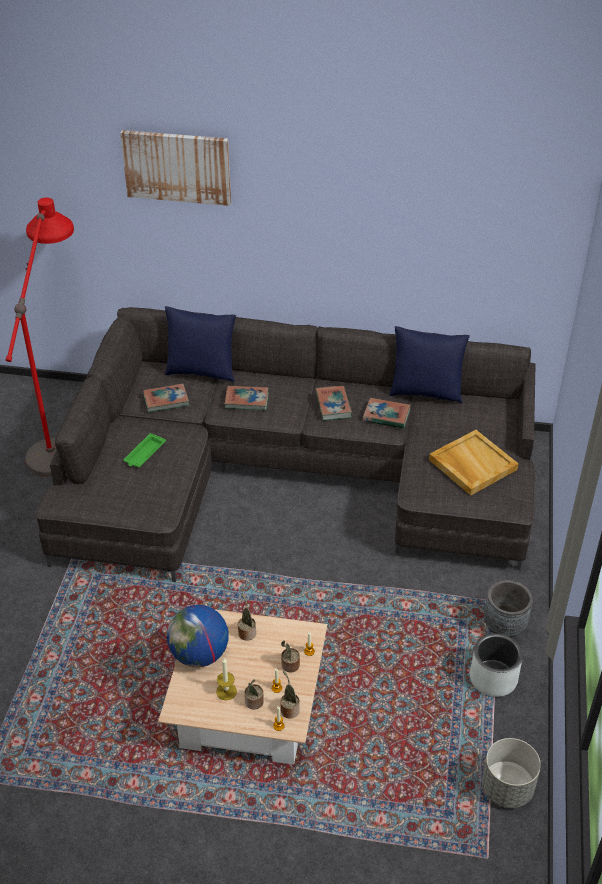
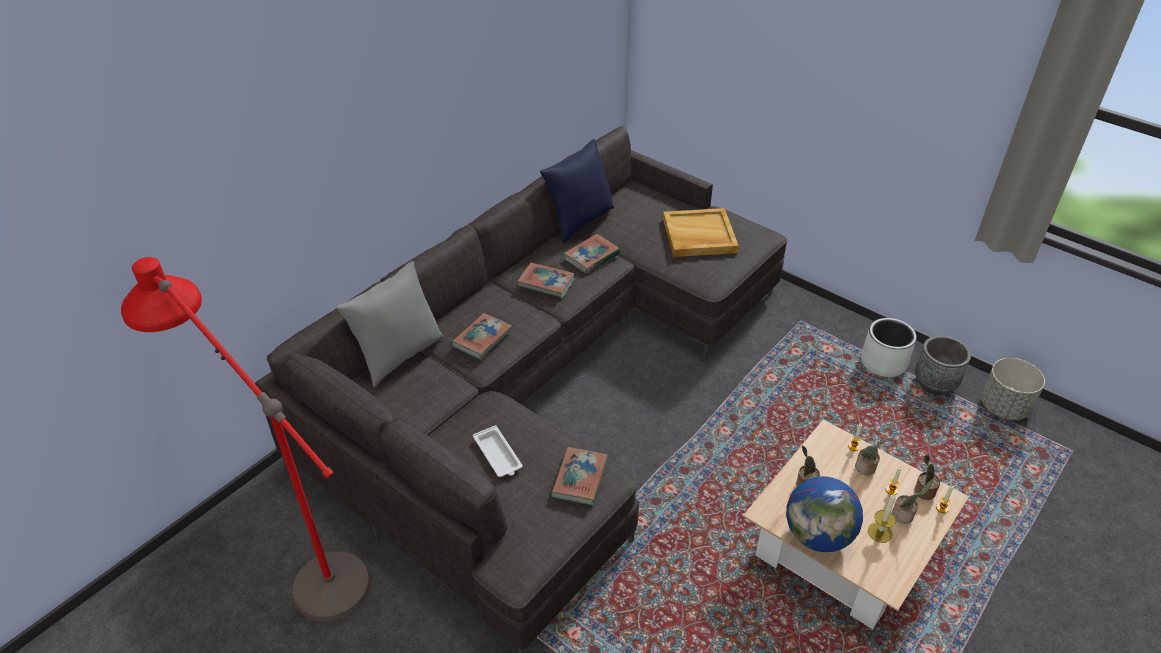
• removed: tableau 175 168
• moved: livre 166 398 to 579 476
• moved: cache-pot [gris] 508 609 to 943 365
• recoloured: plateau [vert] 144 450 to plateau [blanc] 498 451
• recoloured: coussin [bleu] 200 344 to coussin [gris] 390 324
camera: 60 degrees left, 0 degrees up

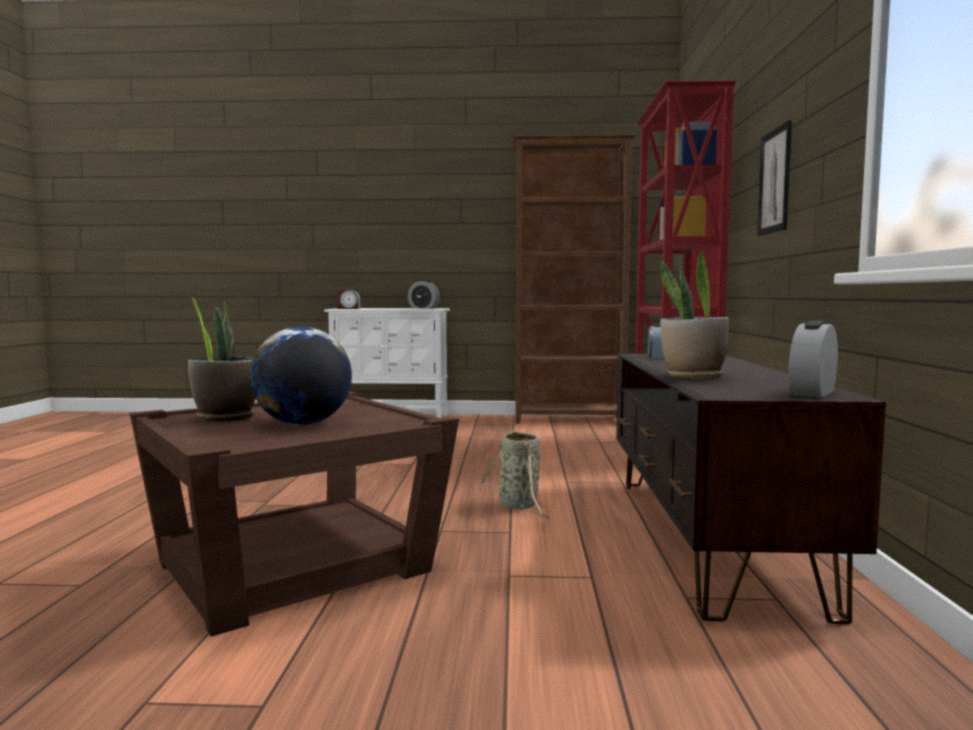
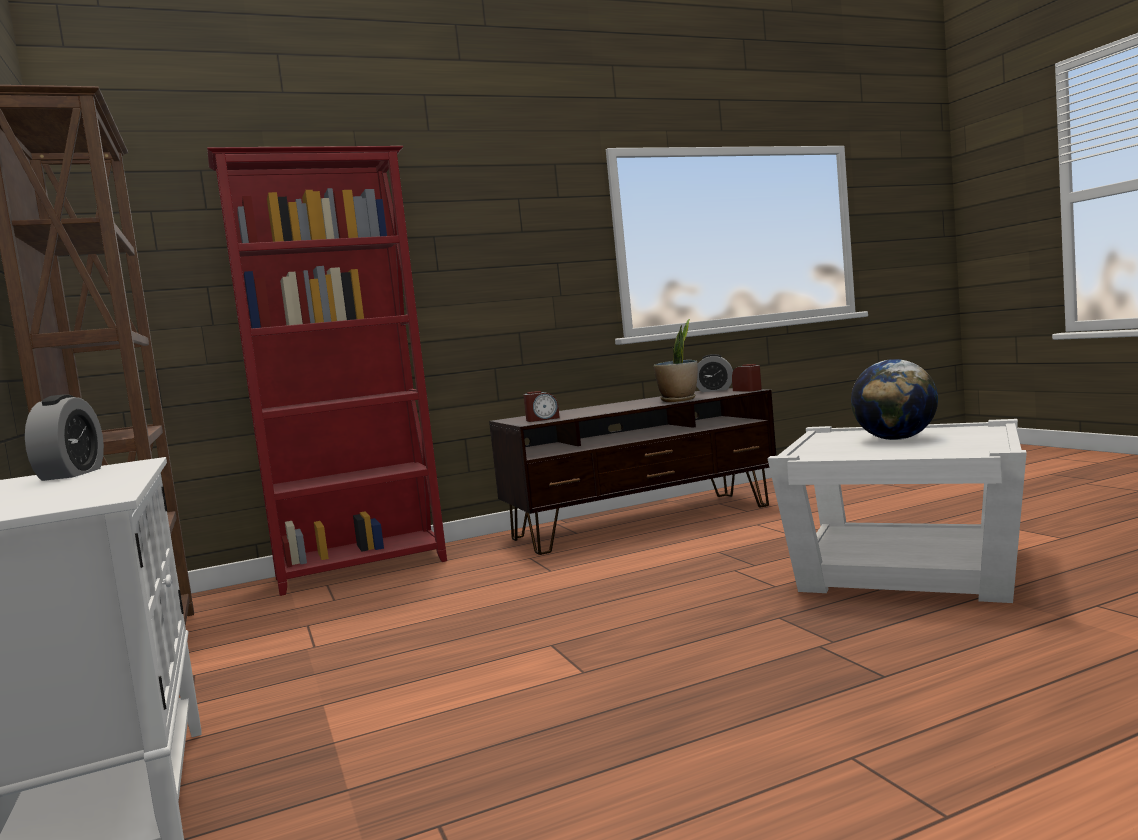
• removed: plante en pot 222 358
• removed: panier 514 474
• removed: tableau 774 178
• moved: réveil 348 299 to 747 378
• recoloured: table d'appoint [marron] 294 514 to table d'appoint [blanc] 897 511
camera: 115 degrees left, 0 degrees up

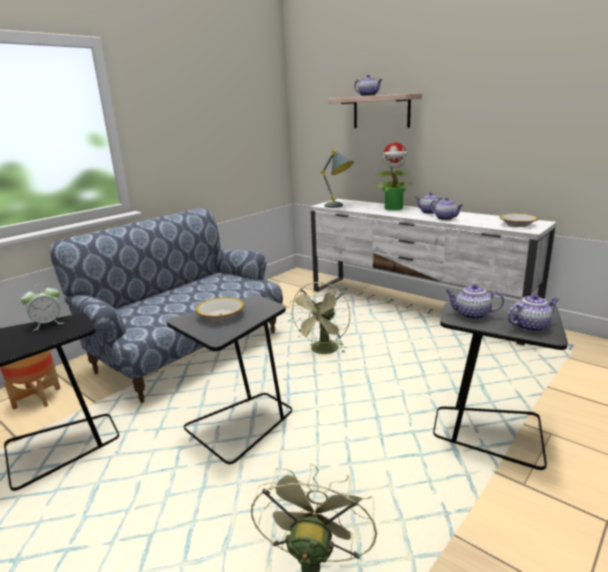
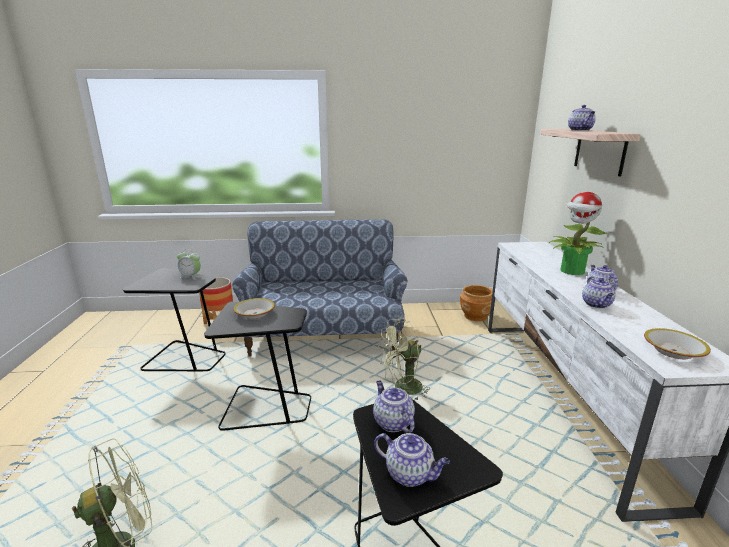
• removed: lampe de table [gris] 337 179
• added: cache-pot [marron] 476 303
camera: 45 degrees right, 0 degrees up

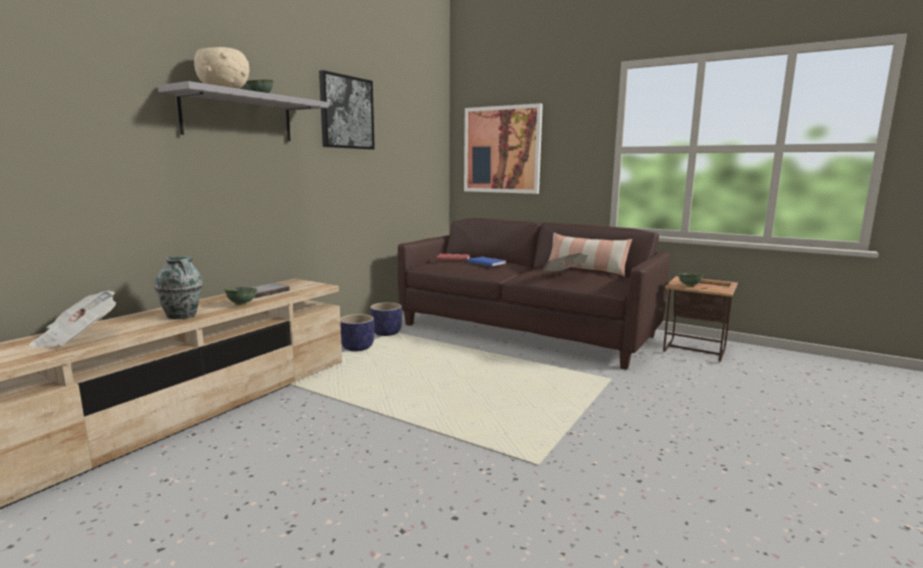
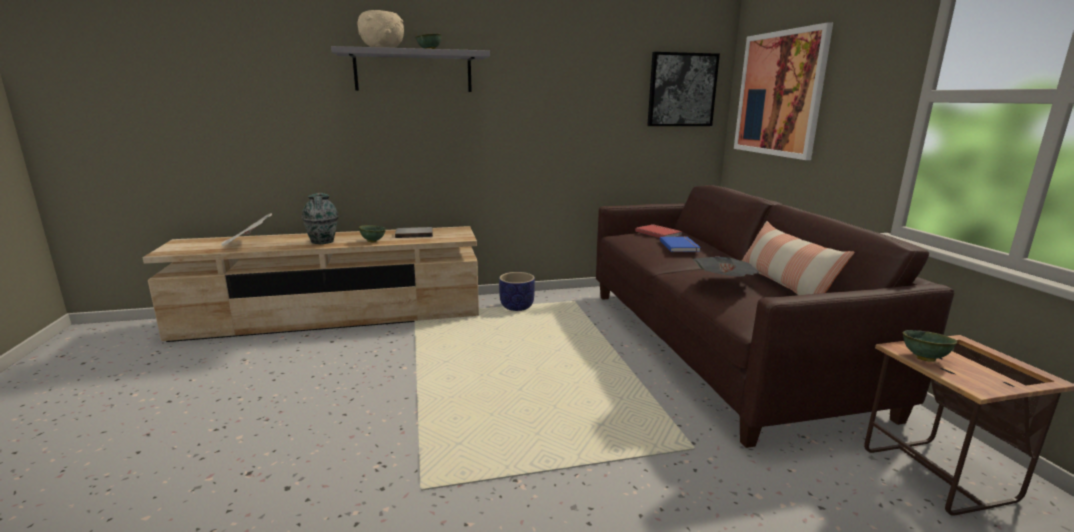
• removed: cache-pot 386 319
• moved: tableau 347 110 to 683 89
camera: 45 degrees right, 5 degrees up

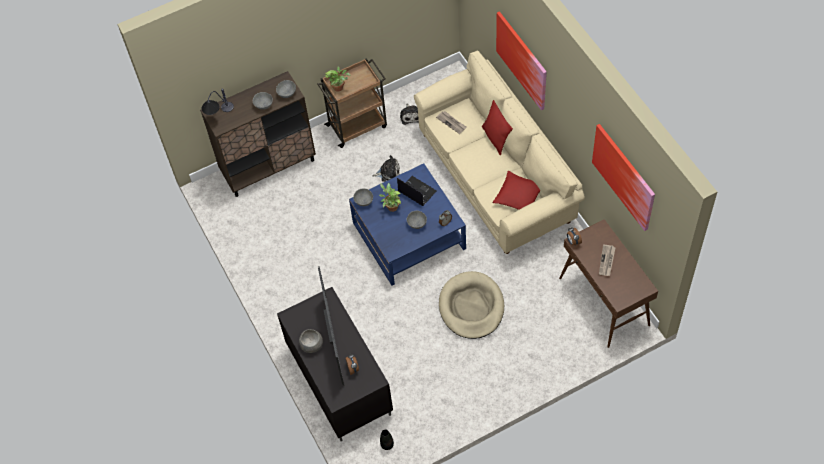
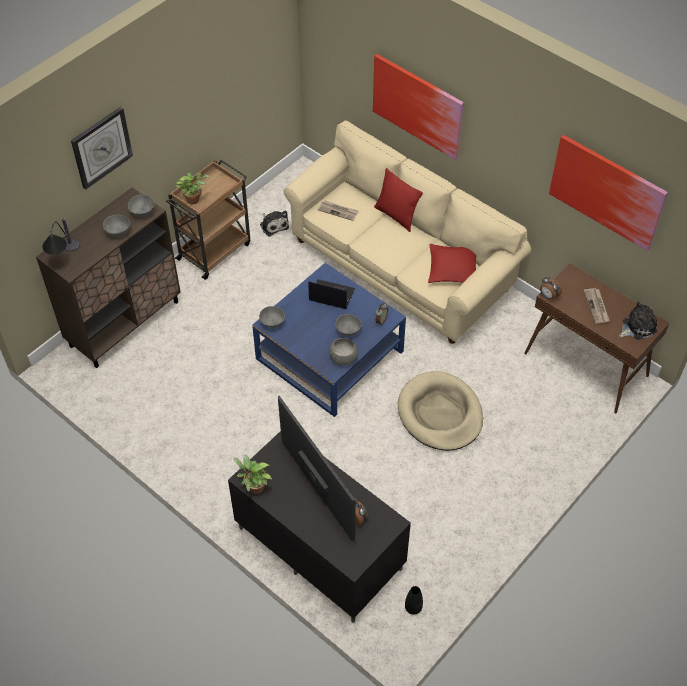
• added: horloge murale 102 148
• moved: bol [gris] 311 341 to 343 351
• moved: peluche 386 168 to 638 320
• moved: plante en pot 390 197 to 253 474
camera: 25 degrees left, 5 degrees down

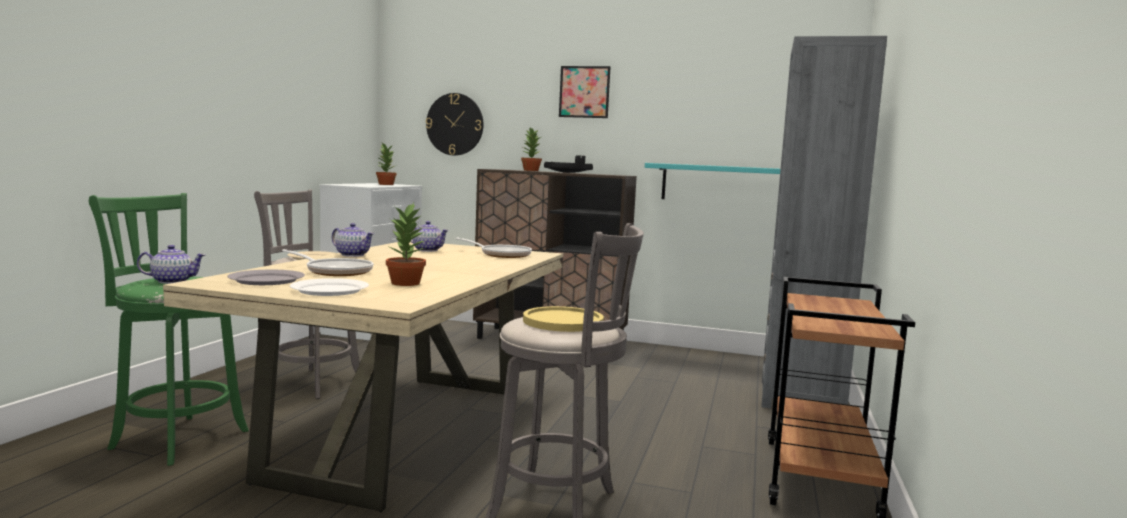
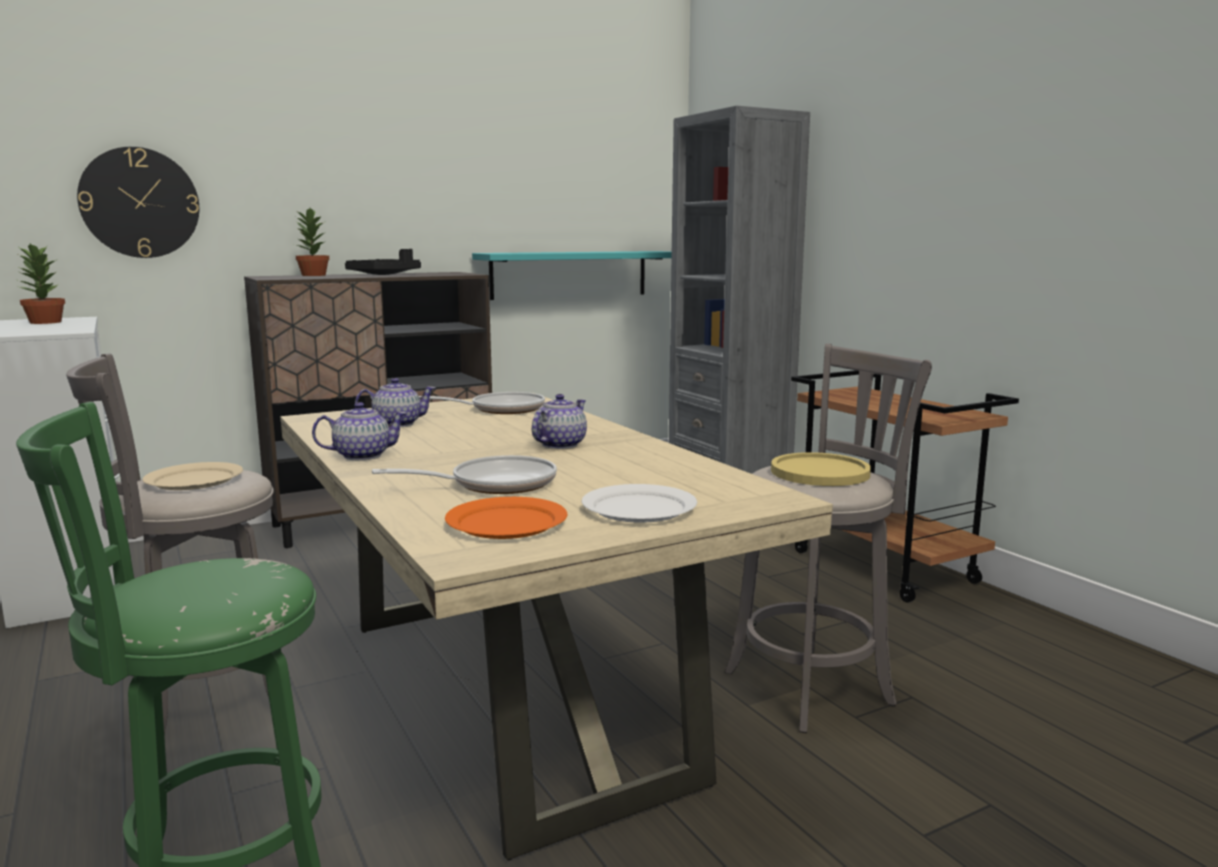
• removed: plante en pot 406 244
• removed: tableau 584 92
• moved: théière 171 264 to 559 421
• recoloured: assiette [gris] 266 277 to assiette [orange] 506 518
camera: 45 degrees left, 5 degrees up

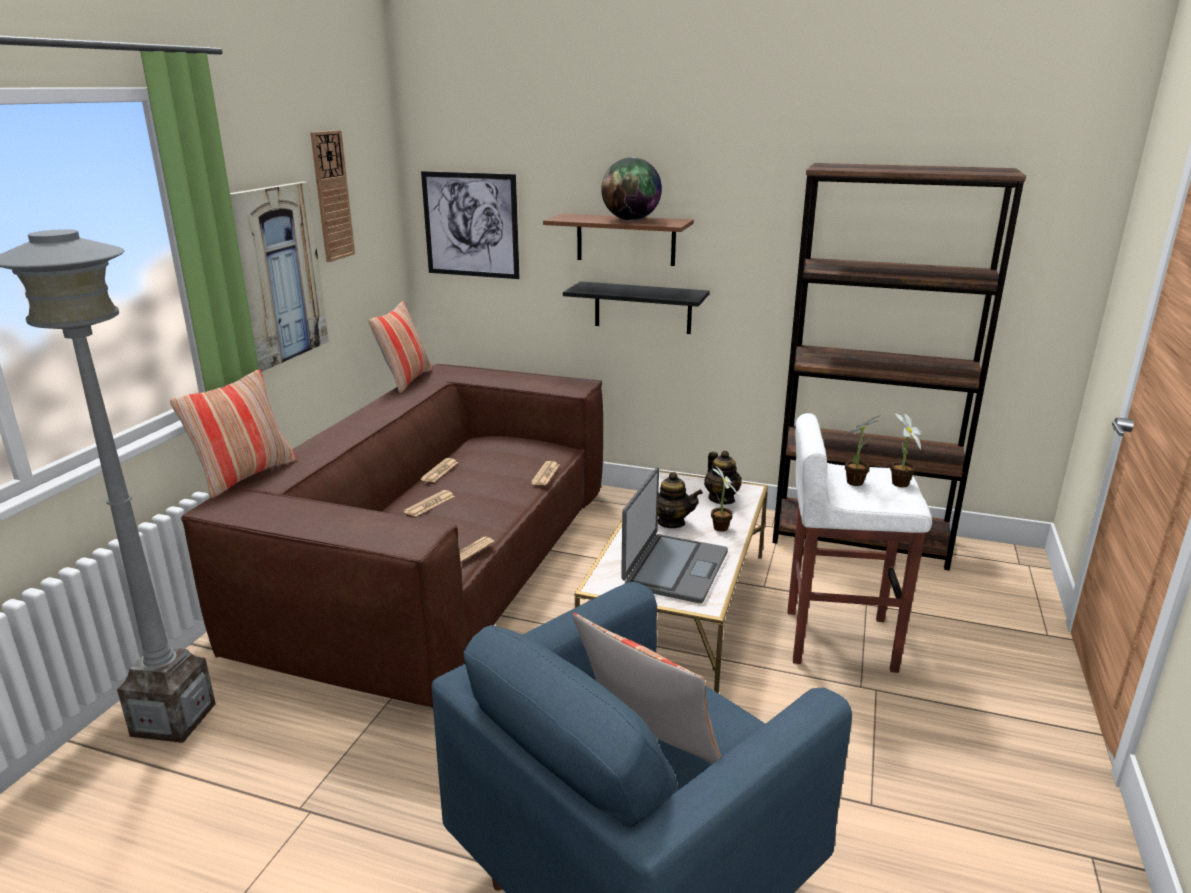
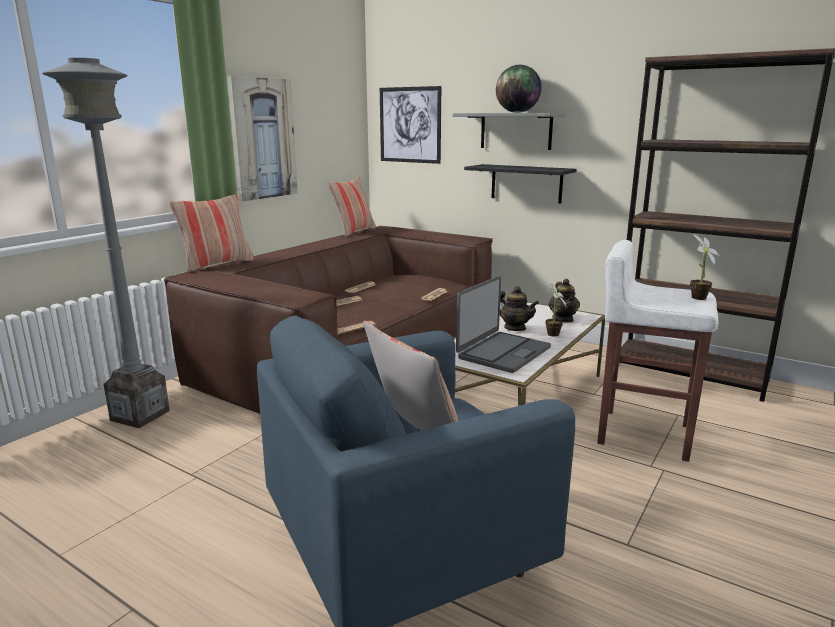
• removed: horloge murale 332 196
• removed: plante en pot 862 450
• recoloured: étagère [marron] 618 239 to étagère [gris] 509 131
camera: 15 degrees right, 5 degrees down

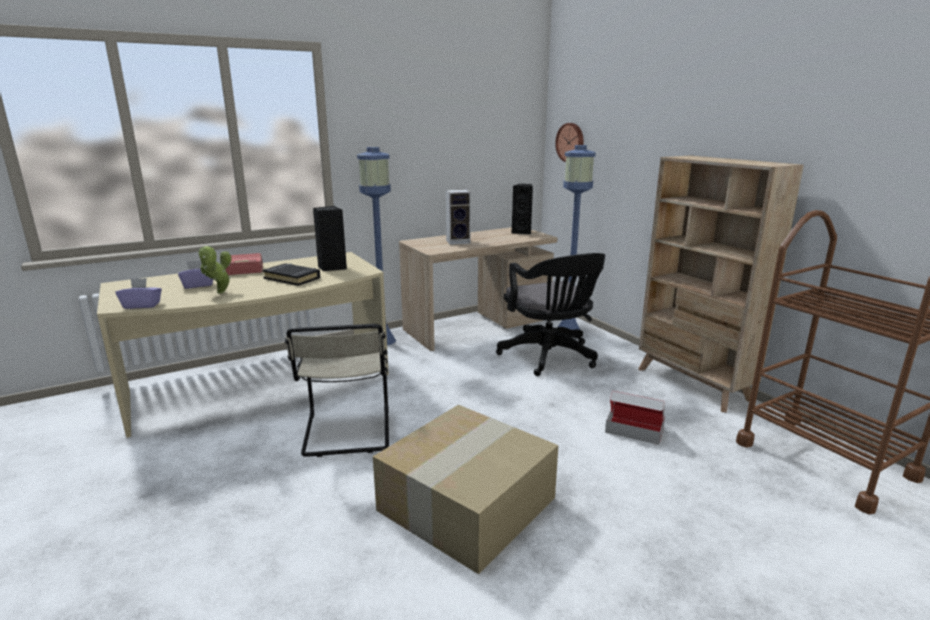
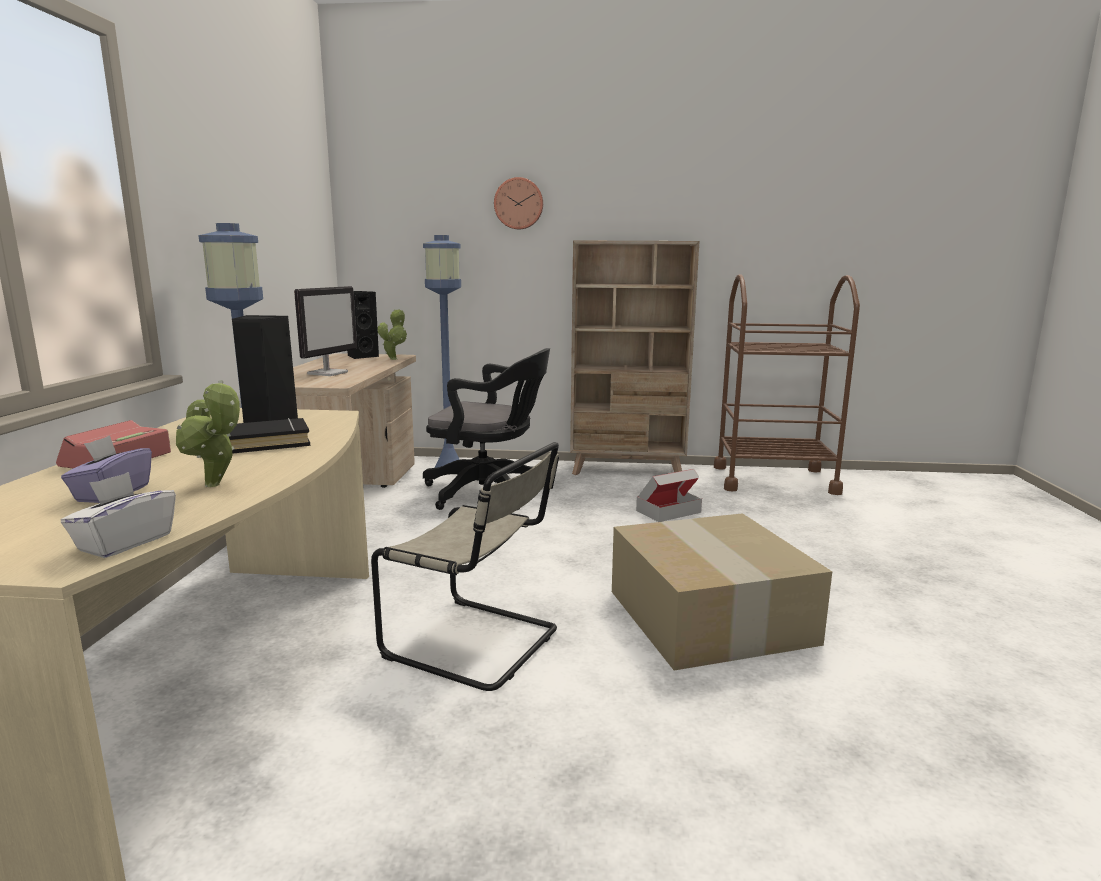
• added: plante en pot 392 334
• moved: horloge murale 569 142 to 518 203
• replaced: enceinte 458 217 to écran d'ordinateur 325 331
• recoloured: boîte à mouchoirs [violet] 138 293 to boîte à mouchoirs [blanc] 118 515
camera: 55 degrees left, 5 degrees down

